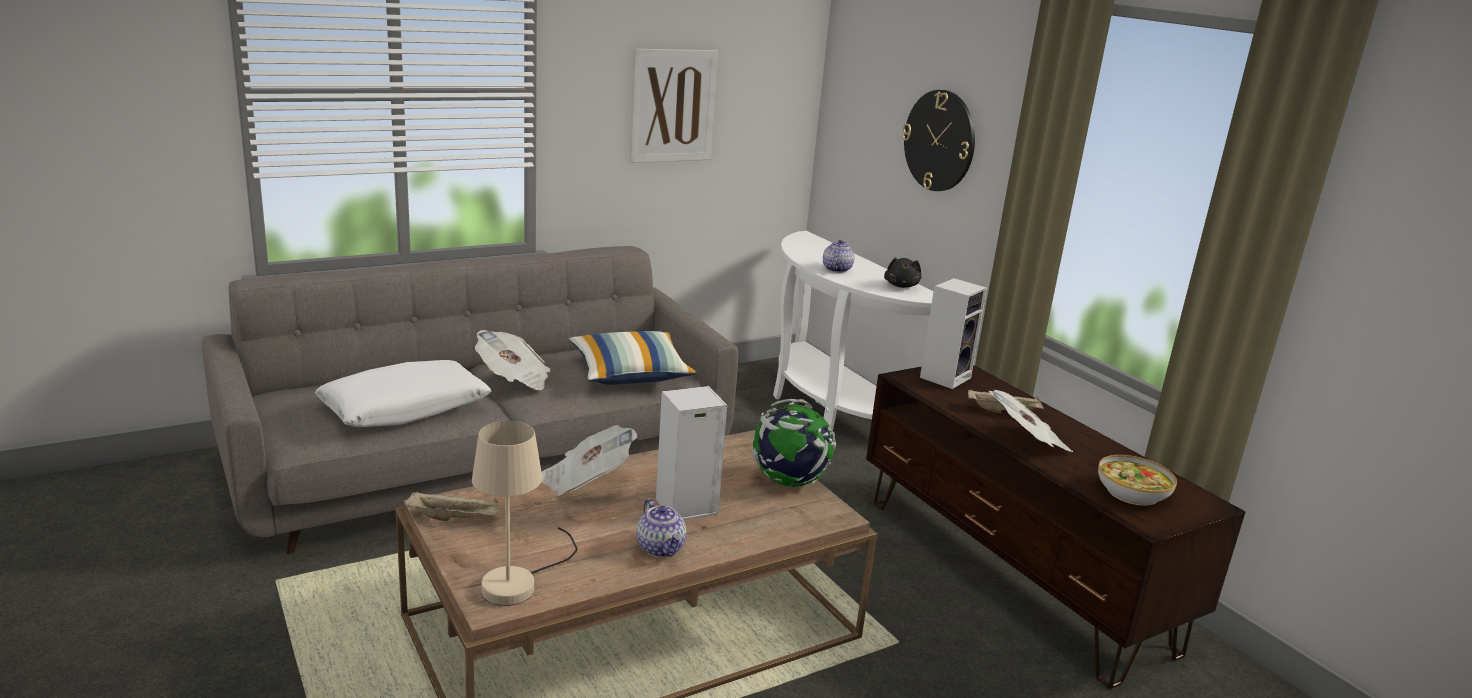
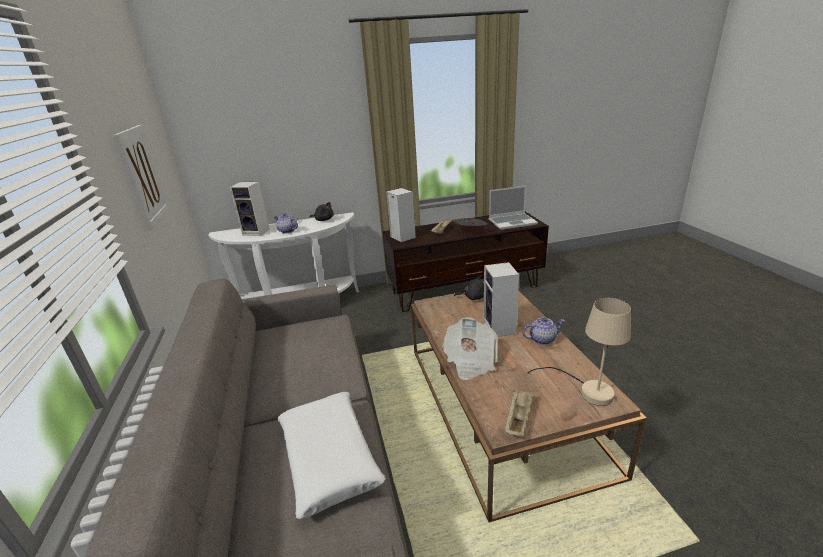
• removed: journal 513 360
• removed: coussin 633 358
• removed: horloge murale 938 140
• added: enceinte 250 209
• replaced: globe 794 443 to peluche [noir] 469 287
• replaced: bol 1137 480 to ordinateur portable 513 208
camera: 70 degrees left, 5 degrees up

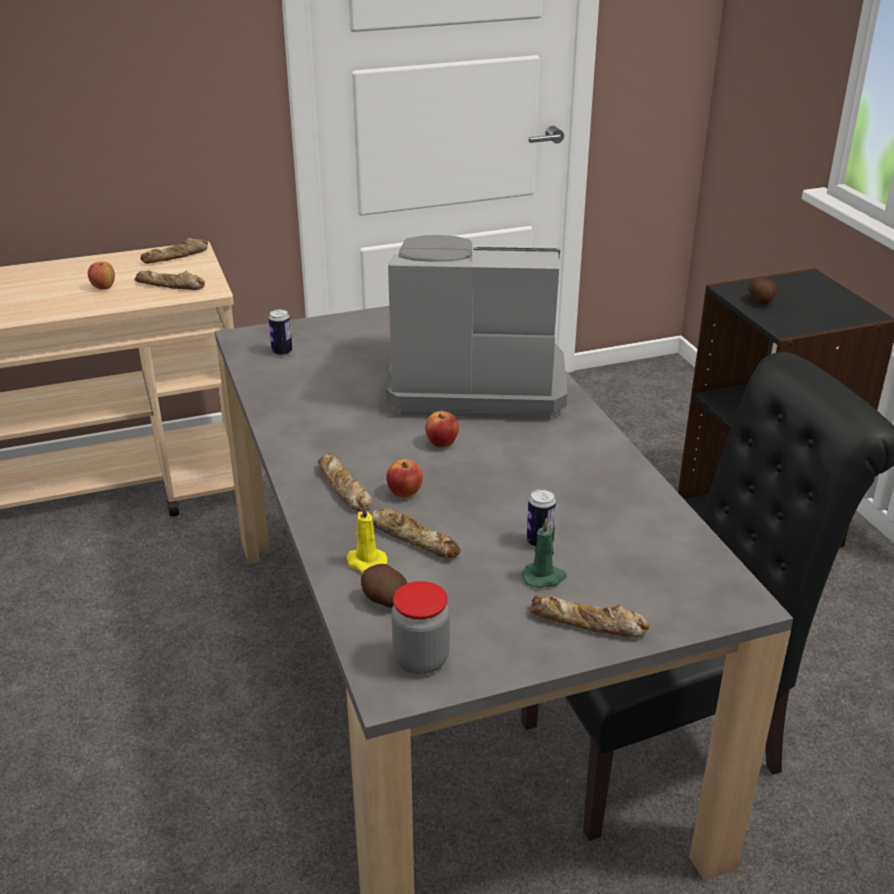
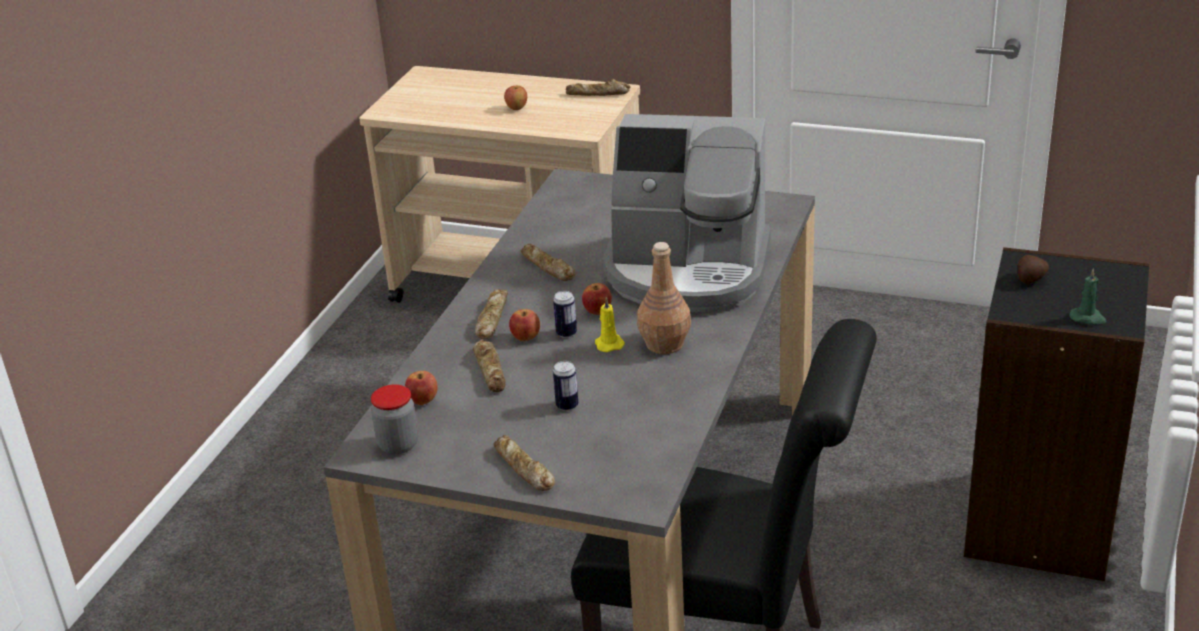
• added: bouteille [marron] 664 298
• moved: pain 169 280 to 548 262
• moved: boîte métallique 280 332 to 565 314
• moved: bougie [jaune] 367 538 to 610 324
• moved: bougie [vert] 544 553 to 1088 296
• replaced: pomme de terre 384 586 to pomme 421 388
• turned: machine à café 476 327 = 687 213 150 degrees clockwise
camera: 40 degrees right, 0 degrees up

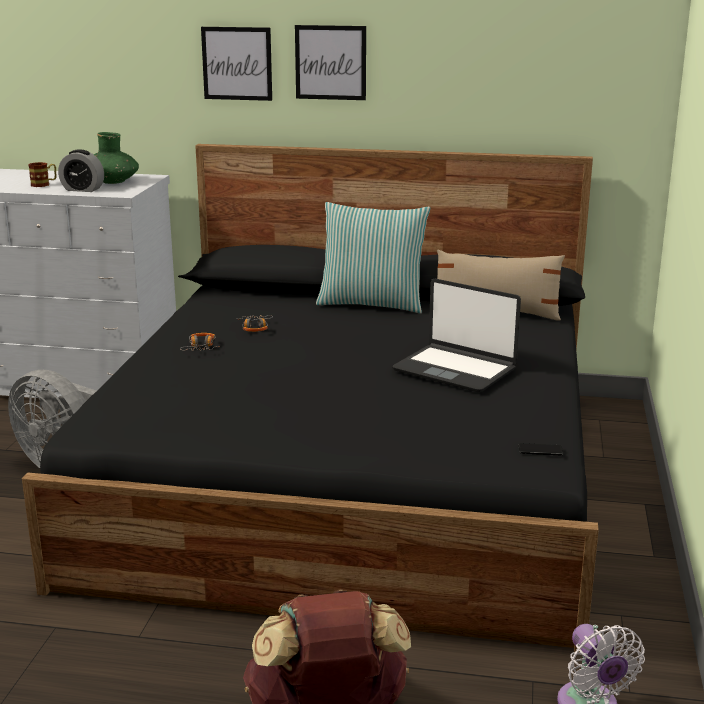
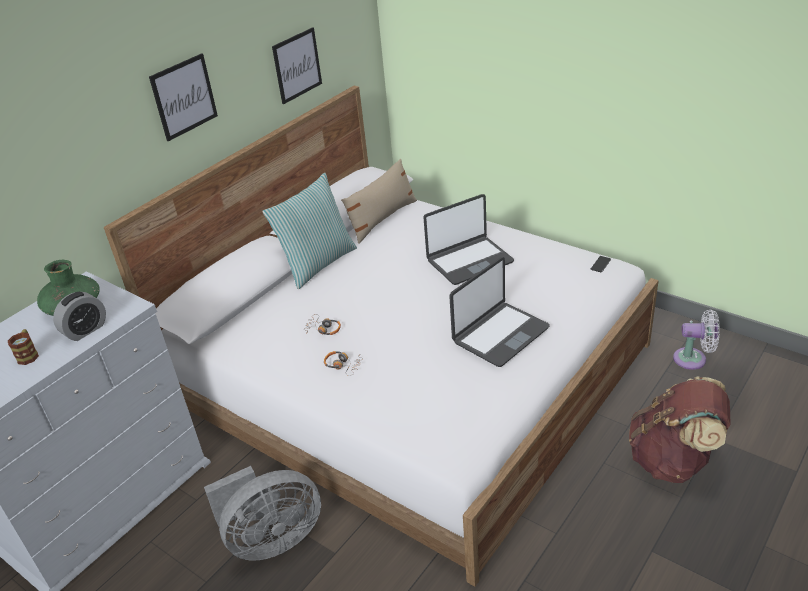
• added: ordinateur portable 499 312
• moved: tableau 236 64 to 297 65
• recoloured: lit [noir] 310 398 to lit [blanc] 381 336
camera: 60 degrees left, 15 degrees up

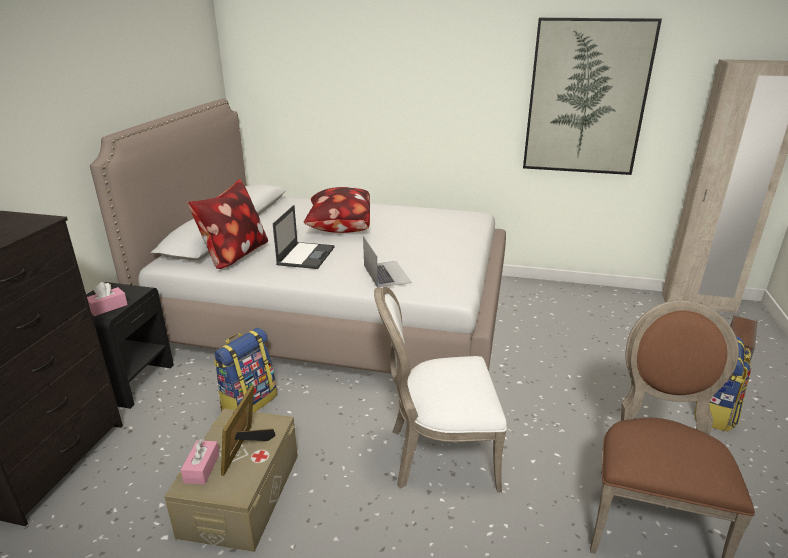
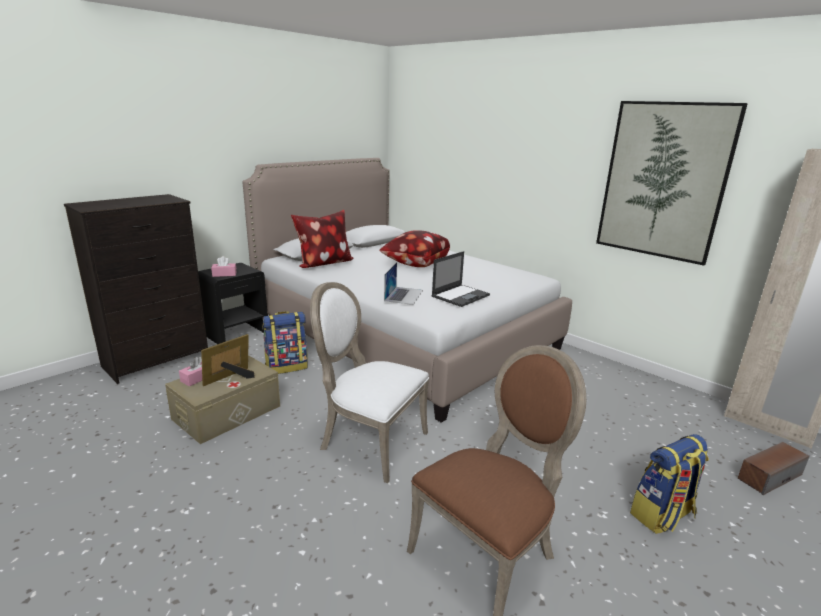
• moved: ordinateur portable 303 237 to 461 279
camera: 30 degrees right, 5 degrees down

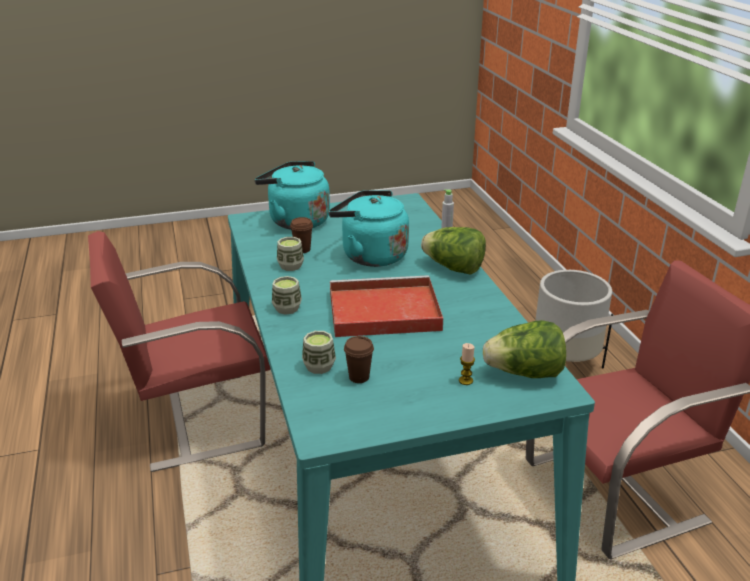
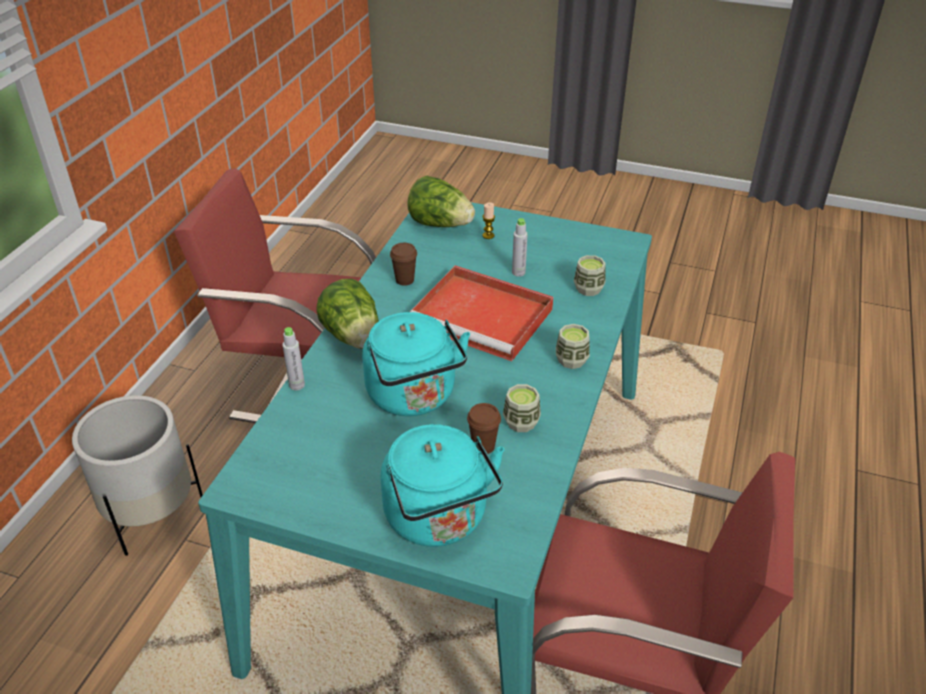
• added: bouteille [gris] 520 247
• moved: tasse [marron] 359 359 to 403 264
camera: 145 degrees left, 10 degrees up

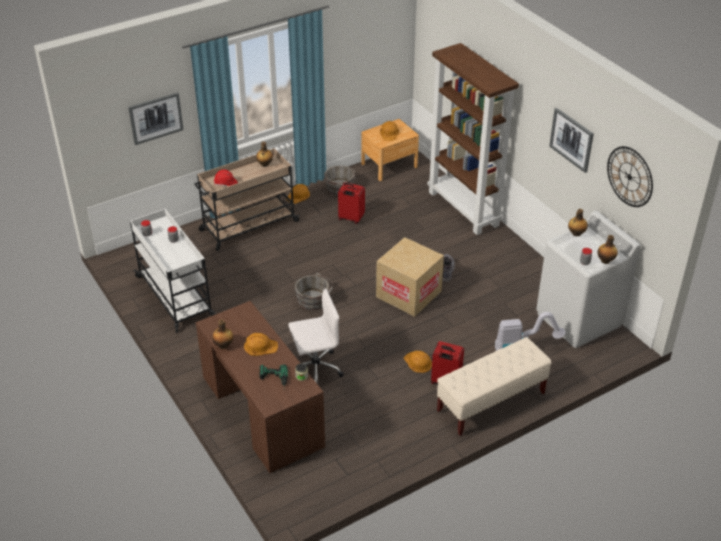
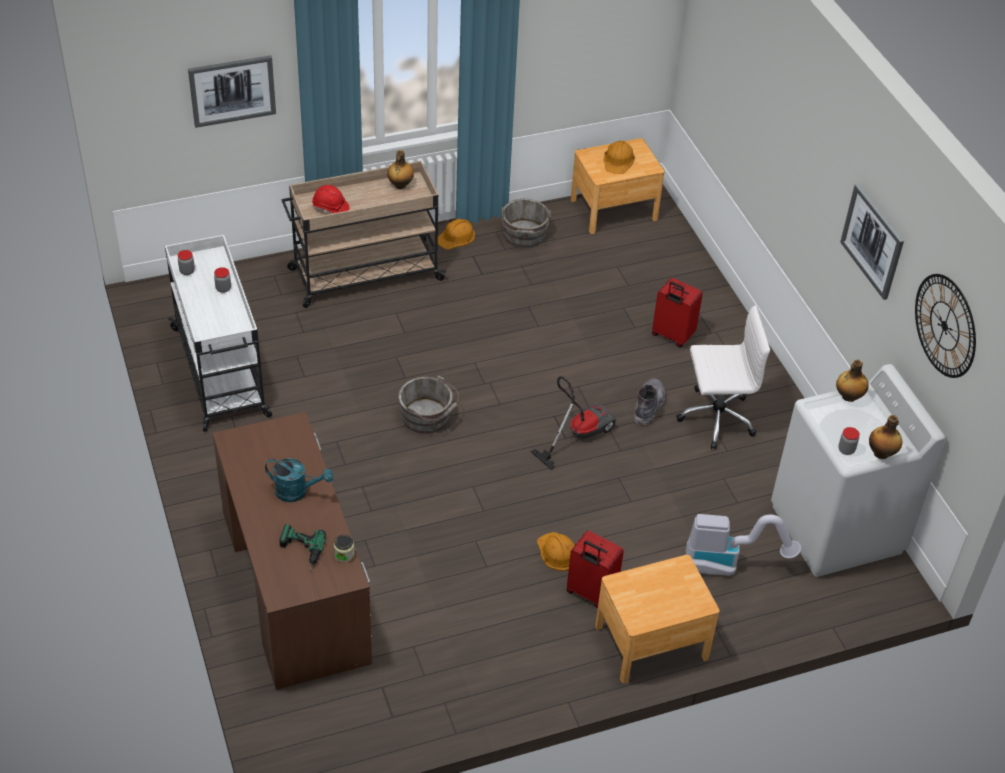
• removed: bouteille 222 334
• removed: bibliothèque [marron] 473 139
• moved: chaise de bureau [blanc] 316 336 to 723 377
• moved: valise [rouge] 351 203 to 677 312
• replaced: casque de chantier [orange] 261 344 to arrosoir [turquoise] 299 480
• replaced: carton 410 277 to aspirateur 573 423
• replaced: banc [beige] 494 386 to table de chevet [marron] 657 619
camera: 10 degrees right, 5 degrees up

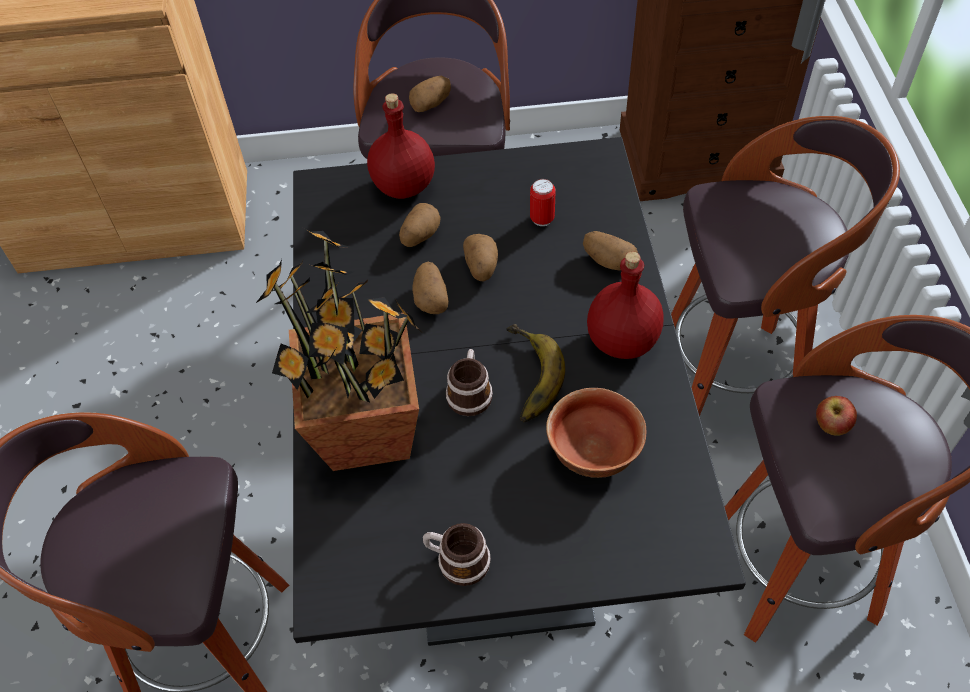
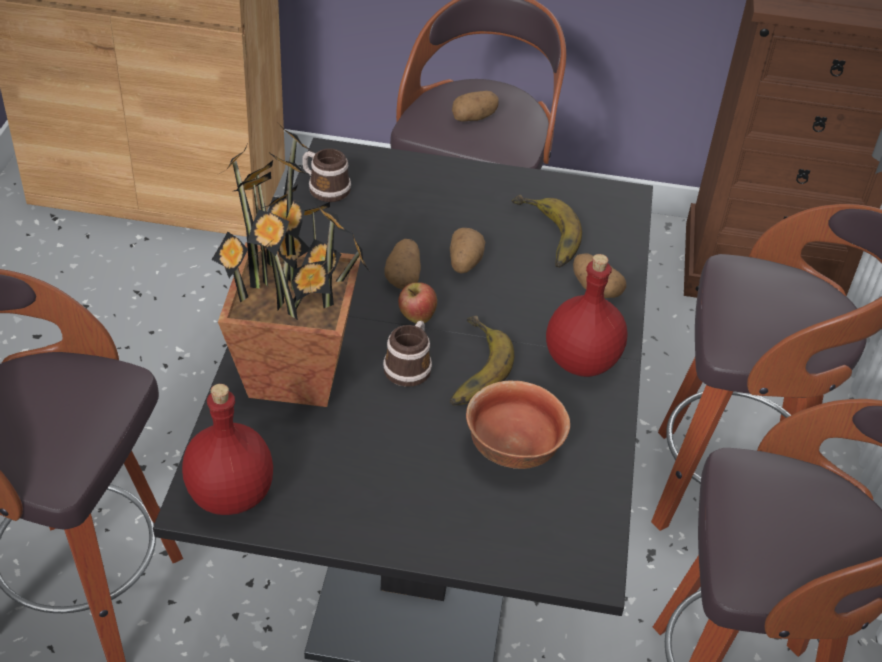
• removed: pomme de terre 420 225
• moved: bouteille [rouge] 401 146 to 227 449
• moved: mug 457 554 to 326 175
• moved: pomme 836 416 to 417 302
• replaced: boîte métallique 542 202 to banane 547 231
camera: 10 degrees right, 10 degrees down

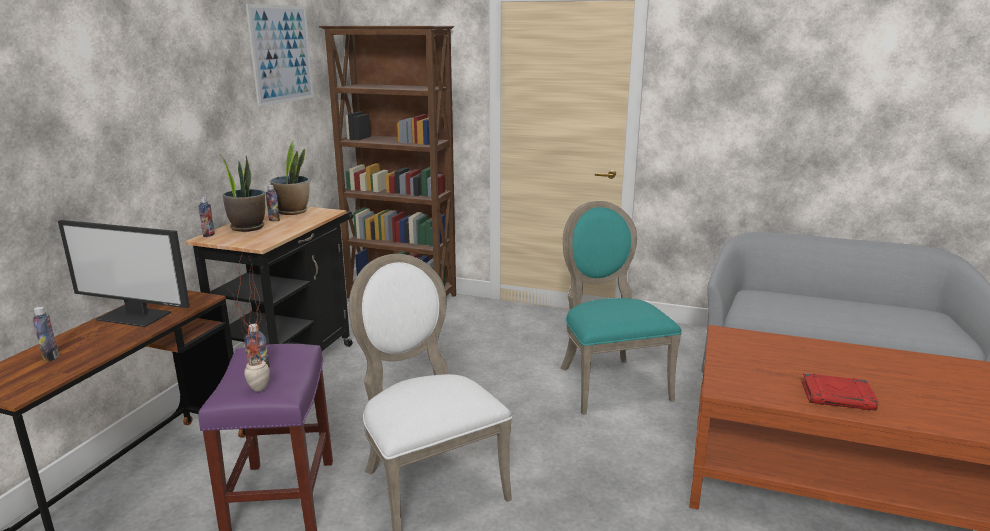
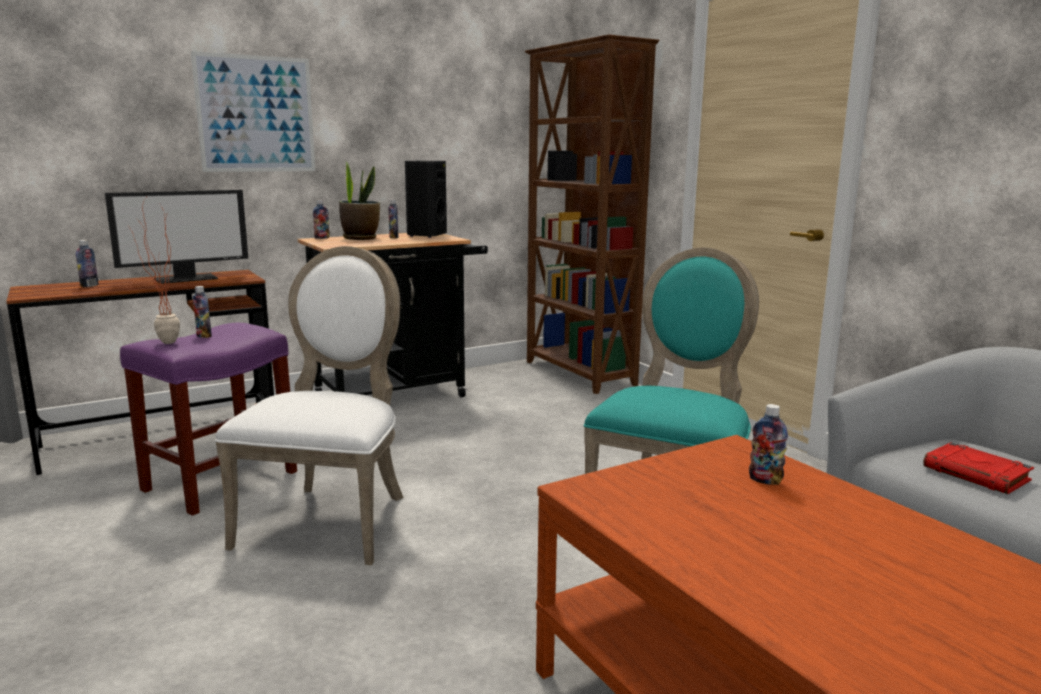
• added: bouteille 768 444
• moved: tableau 280 55 to 253 111
• moved: livre [rouge] 840 392 to 978 468
• replaced: plante en pot 290 178 to enceinte [noir] 426 199
• turned: écran d'ordinateur 124 273 = 176 237 90 degrees counterclockwise
camera: 40 degrees right, 5 degrees down

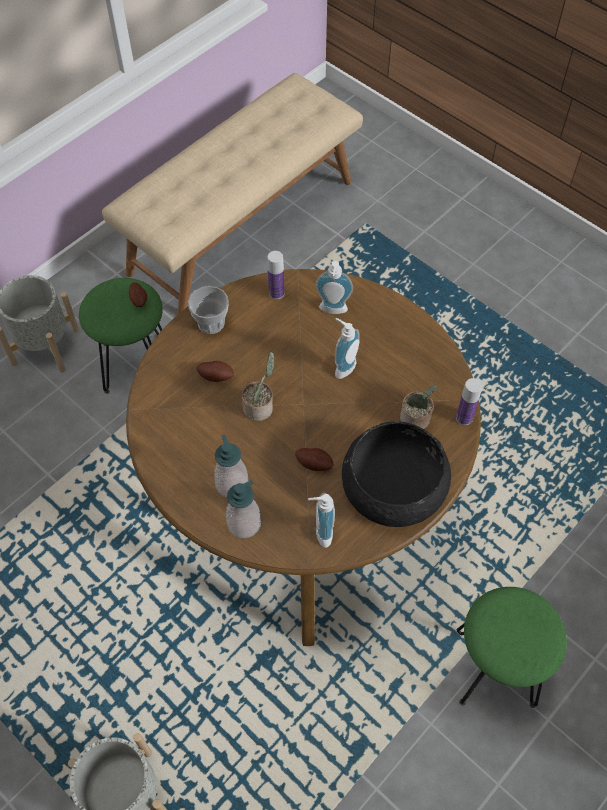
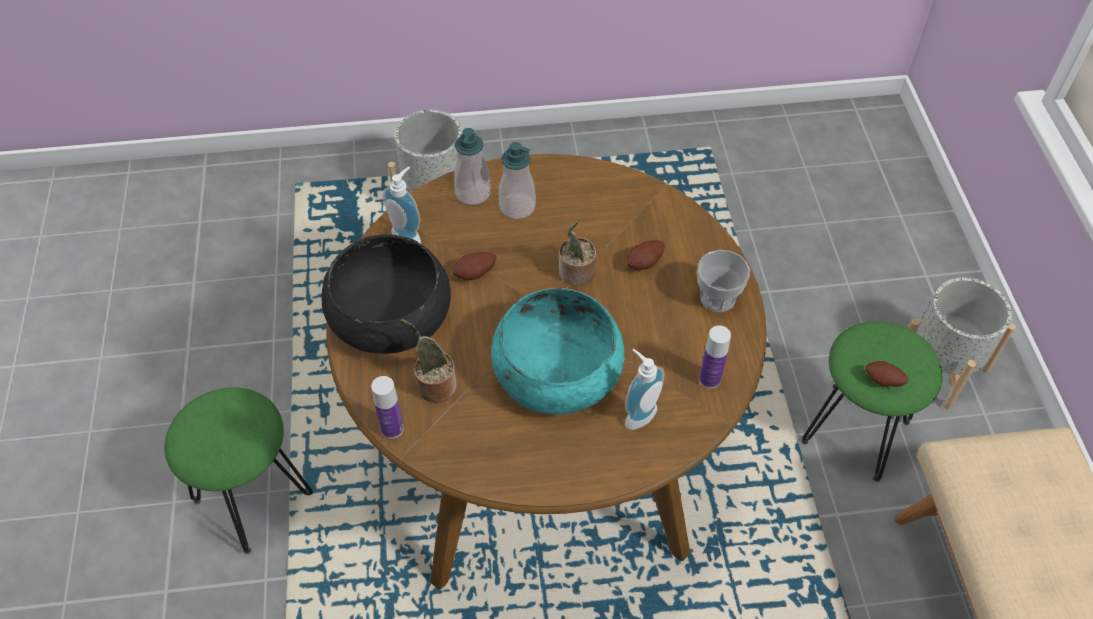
• replaced: distributeur de savon 347 348 to bol [turquoise] 558 351
camera: 130 degrees right, 5 degrees down

